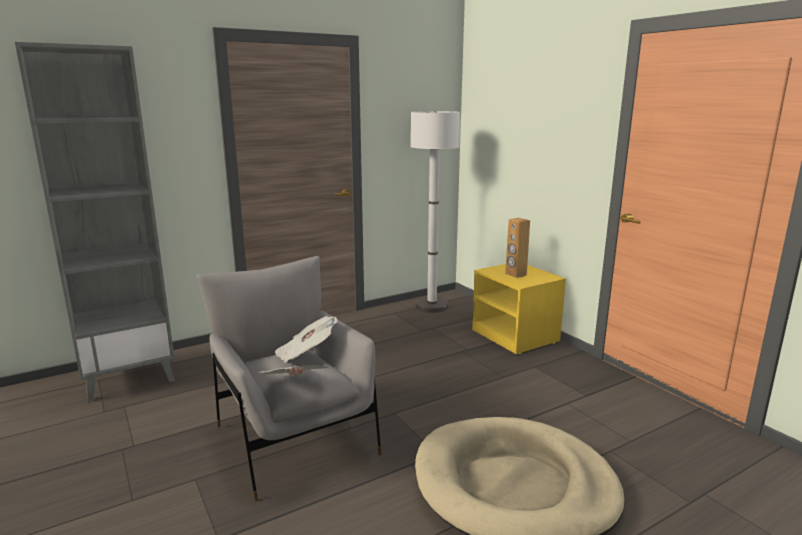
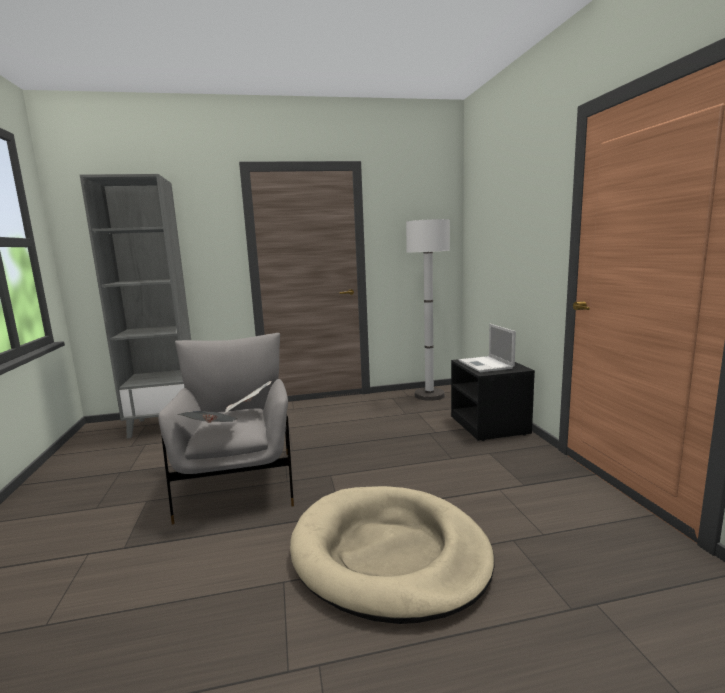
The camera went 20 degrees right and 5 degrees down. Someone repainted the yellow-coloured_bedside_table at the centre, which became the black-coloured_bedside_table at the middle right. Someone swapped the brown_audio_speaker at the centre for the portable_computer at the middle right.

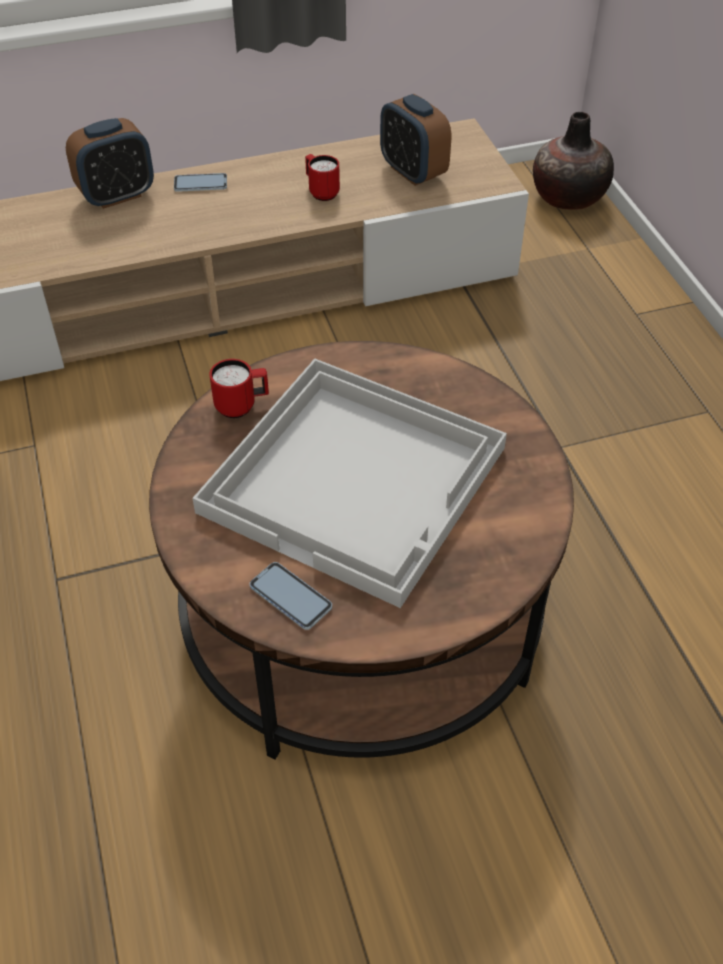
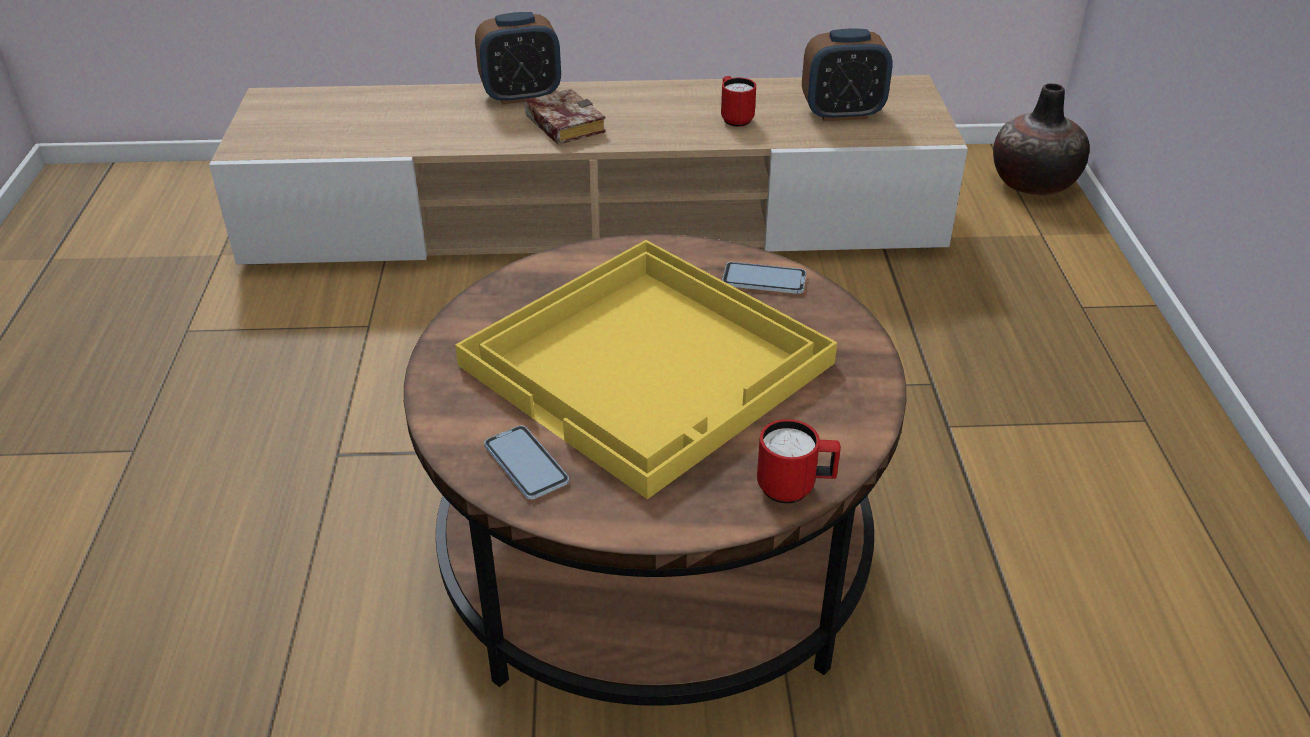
The camera went 15 degrees right and 10 degrees down. Someone carried the telephone (1st from left in the first image) from the top left to the centre. Someone repainted the white-coloured_tray at the centre, which became the yellow-coloured_tray at the centre. Someone carried the red_tea_mug (1st from left in the first image) from the middle left to the centre. Someone rotated the alarm_clock (2nd from left) at the top centre by 75 degrees counterclockwise. Someone put down the bound_book at the top centre.

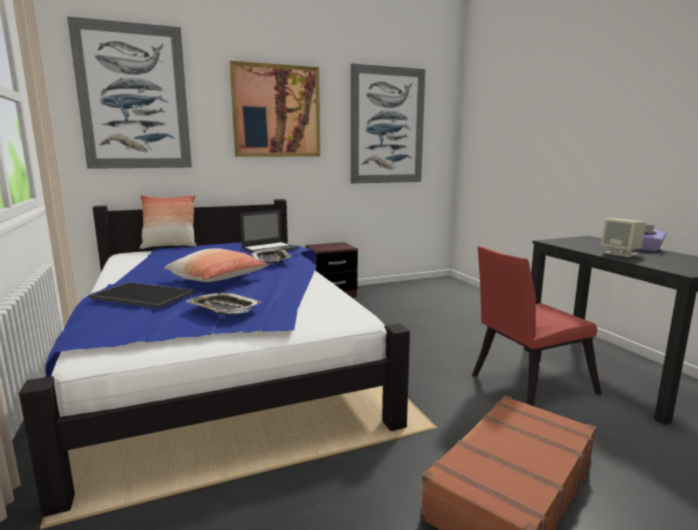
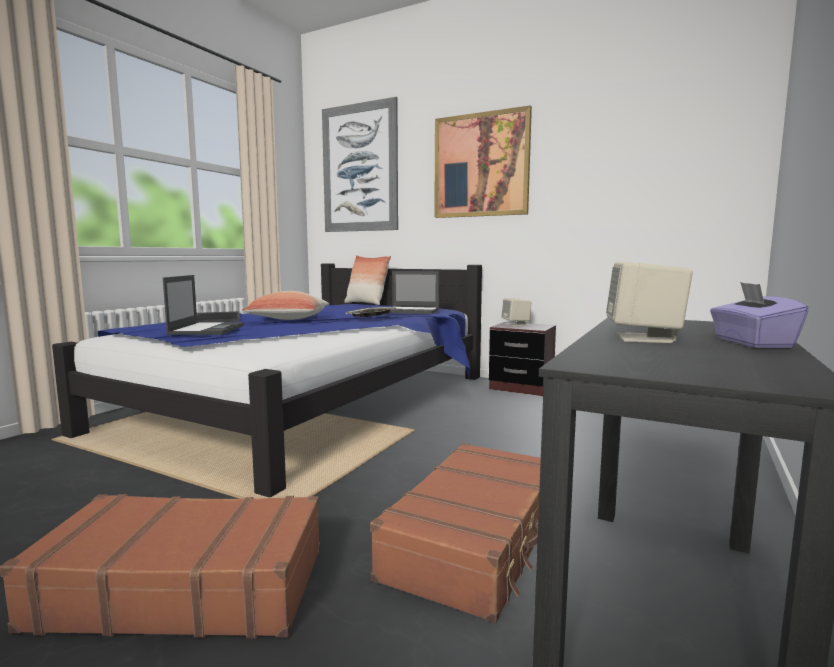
The camera went 50 degrees right and 5 degrees down. Someone swapped the tray (2nd from left) at the middle left for the portable_computer (1st from left) at the middle left. Someone took away the wall_art (3rd from left) at the top centre. Someone swapped the red_upright_chair at the middle right for the brown_travel_case (2nd from left) at the bottom centre. Someone put down the beige-coloured_audio_speaker (1st from left) at the centre.

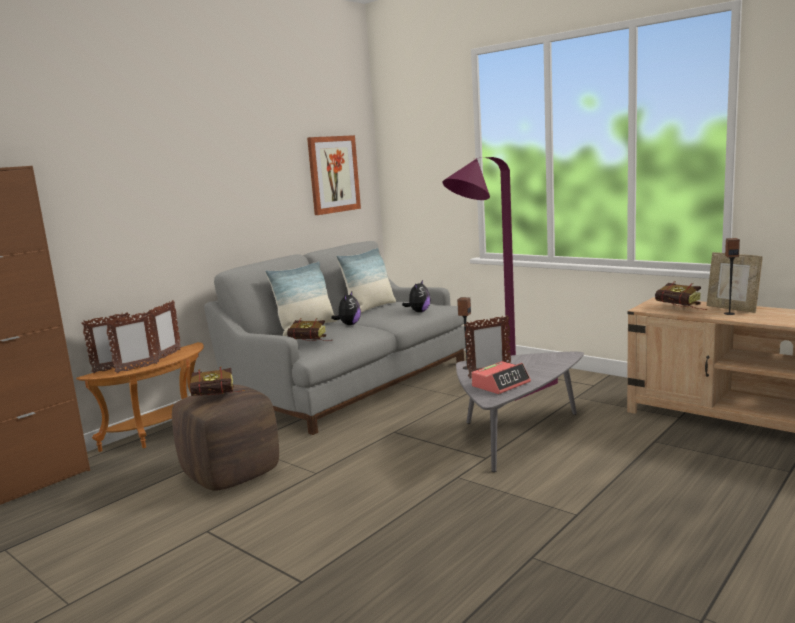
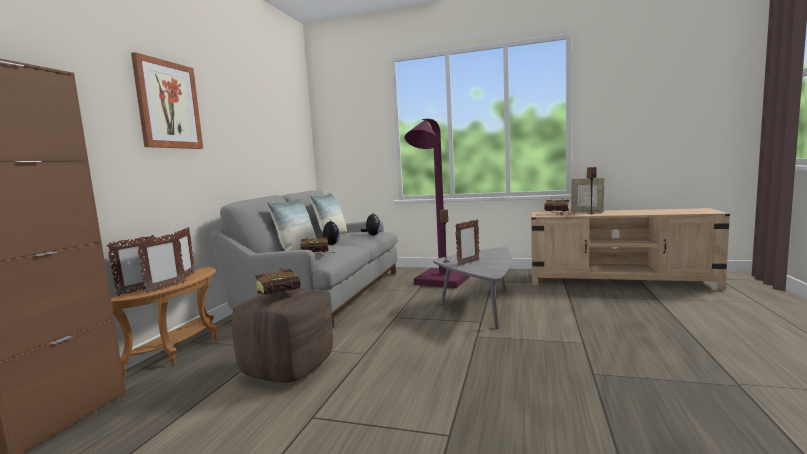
The camera went 25 degrees left and 5 degrees down. Someone carried the wall_art from the top centre to the top left. Someone took away the alarm_clock at the centre.

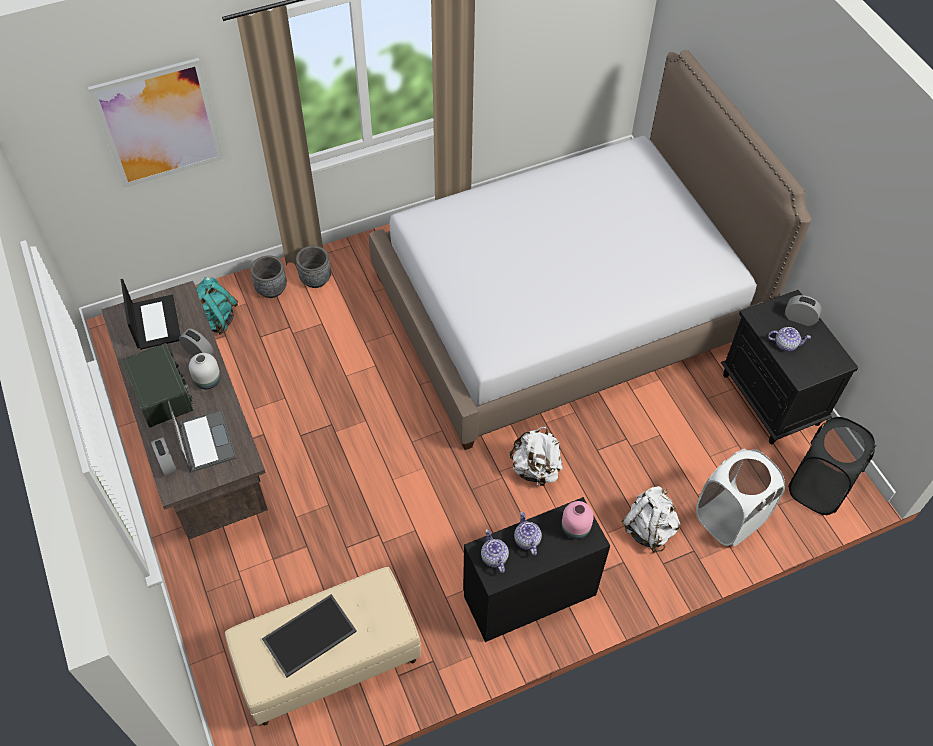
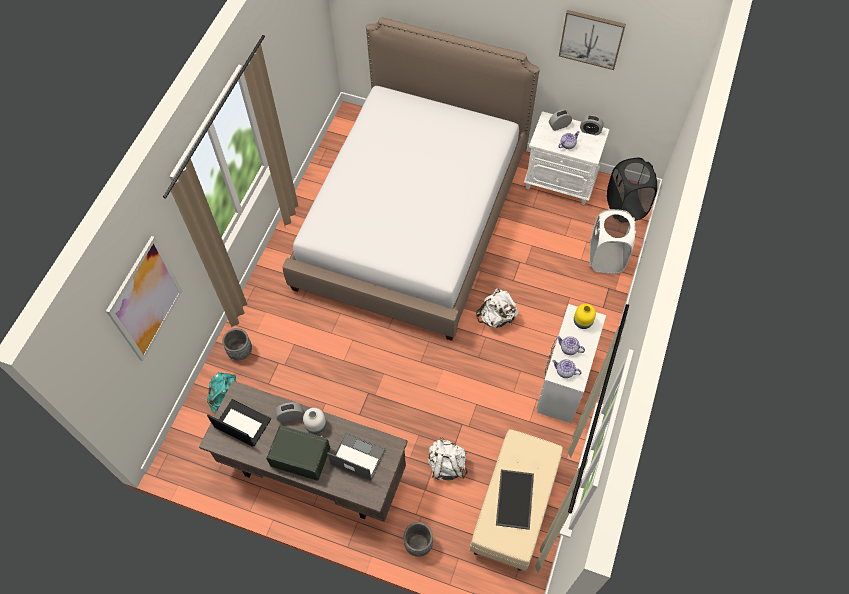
The camera went 45 degrees left and 5 degrees up. Someone carried the alarm_clock (1st from left in the first image) from the middle left to the top right. Someone carried the gray_planter (2nd from left) from the centre to the bottom centre. Someone repainted the black-coloured_drawer_chest at the bottom centre, which became the white-coloured_drawer_chest at the middle right. Someone repainted the pinkish_decorative_vase at the bottom centre, which became the yellow-coloured_decorative_vase at the middle right. Someone carried the white-coloured_rucksack (2nd from left in the first image) from the bottom right to the bottom centre. Someone repainted the black-coloured_bedside_table at the middle right, which became the white-coloured_bedside_table at the top right. Someone put up the wall_art (2nd from left) at the top right.

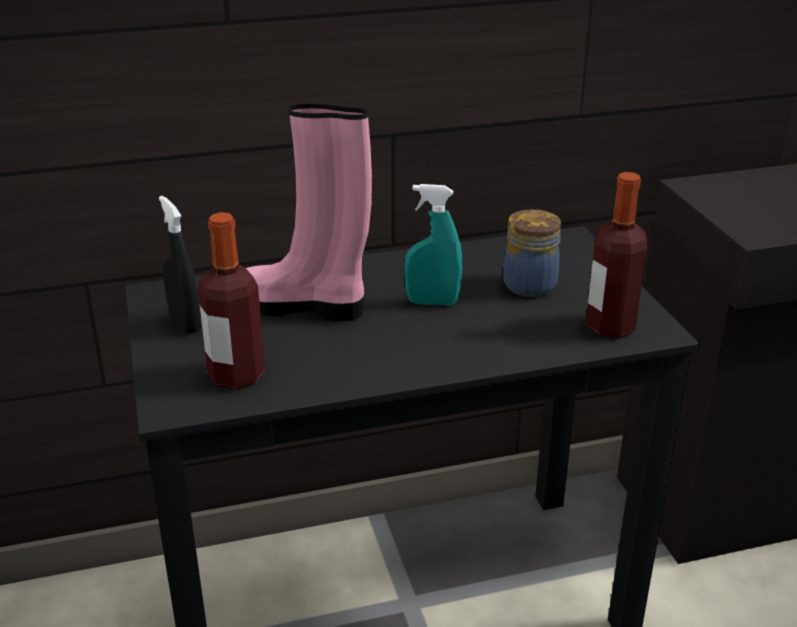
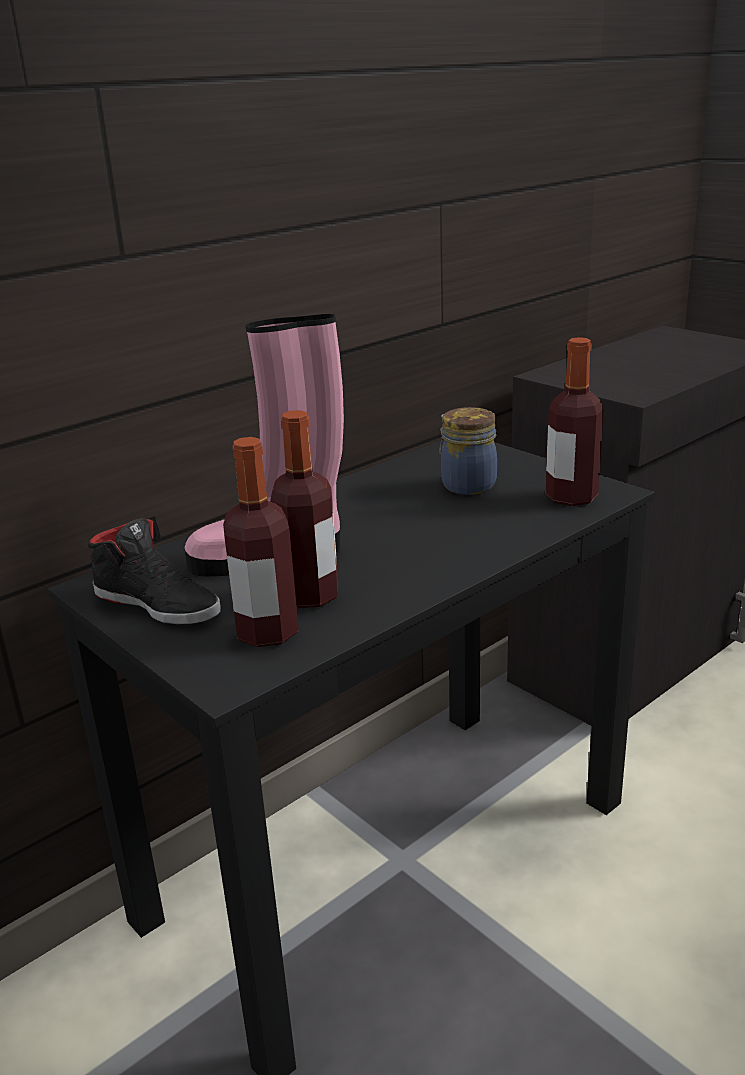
The camera went 25 degrees left and 5 degrees down. Someone swapped the black-coloured_spray_bottle at the middle left for the black-coloured_low_shoe at the middle left. Someone took away the turquoise_spray_bottle at the centre. Someone put down the drink_bottle (2nd from left) at the centre.

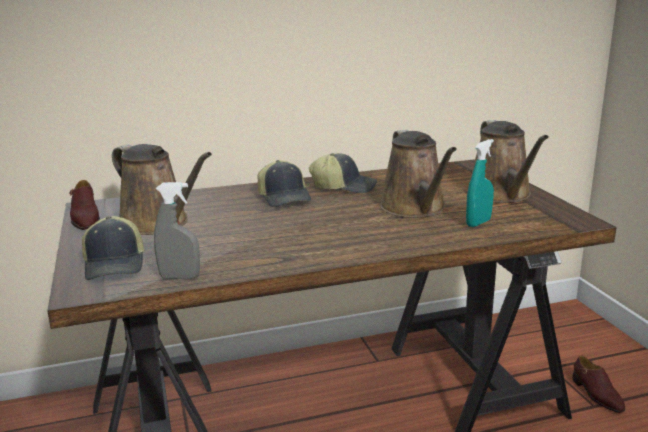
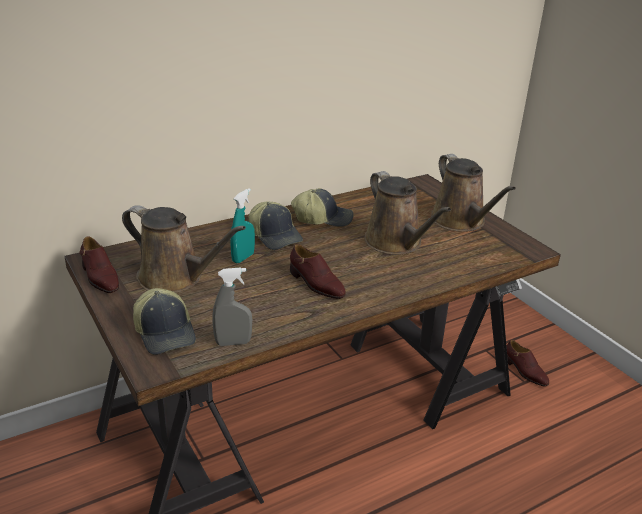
The camera went 15 degrees left and 10 degrees up. Someone carried the turquoise_spray_bottle from the middle right to the centre. Someone put down the brown_low_shoe (2nd from left) at the centre.

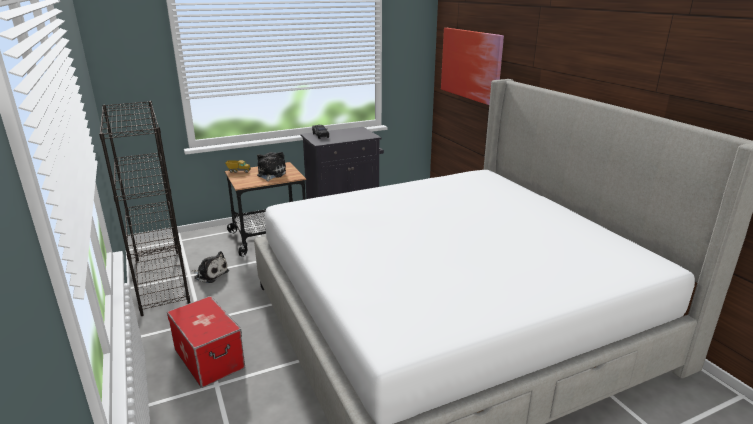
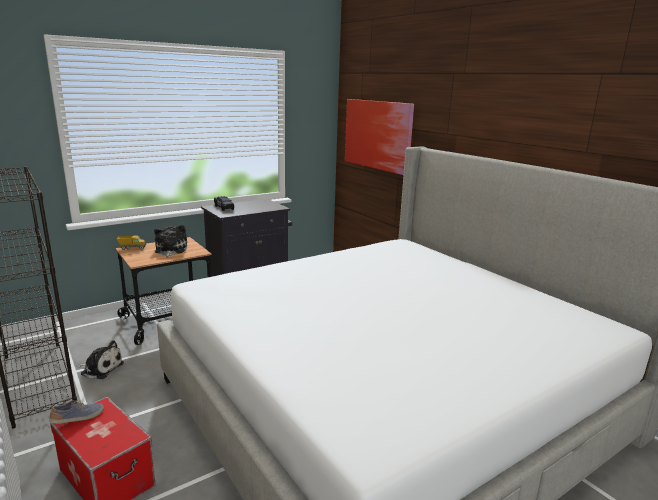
The camera went 10 degrees left and 5 degrees down. Someone put down the low_shoe at the bottom left.

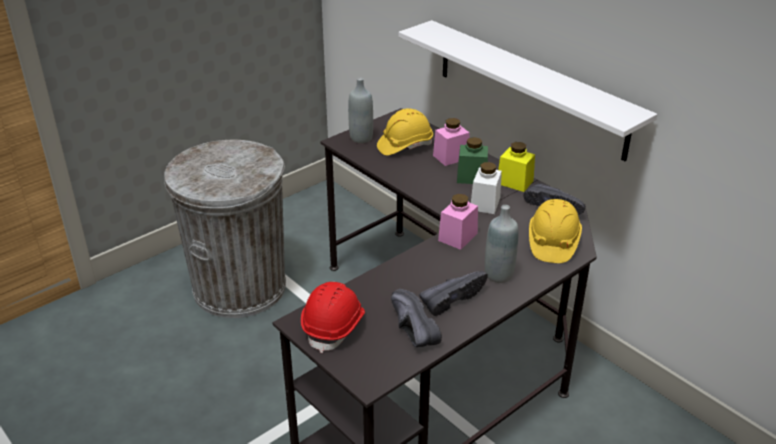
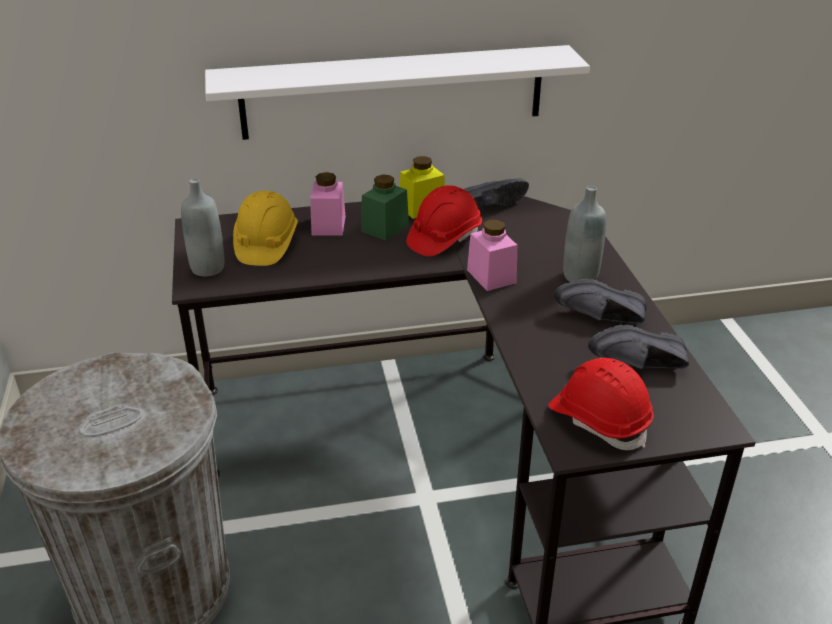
The camera went 60 degrees left and 0 degrees up. Someone rotated the black-coloured_low_shoe (2nd from left) at the centre by 75 degrees counterclockwise. Someone swapped the white-coloured_storage_jar at the centre for the red_work_helmet (1st from left) at the centre. Someone took away the yellow-coloured_work_helmet (2nd from left) at the middle right.

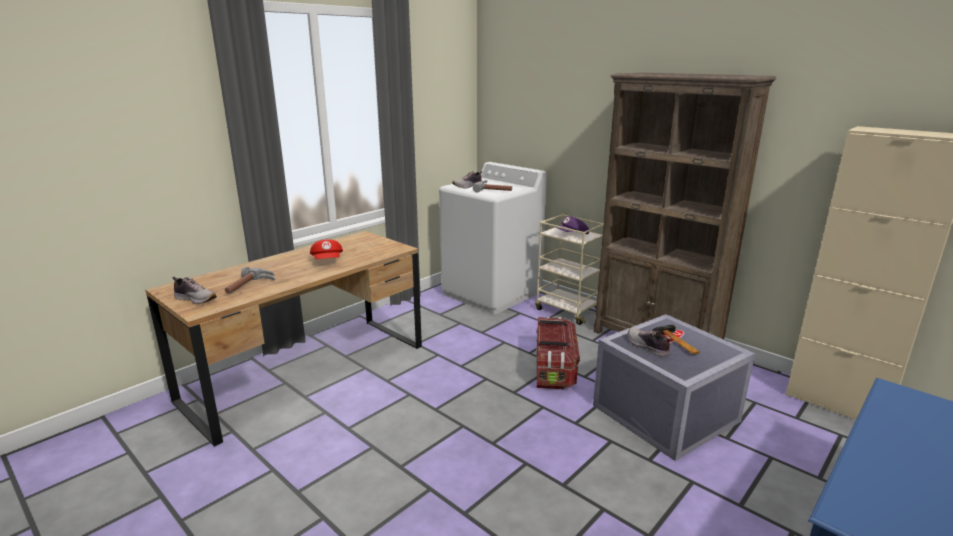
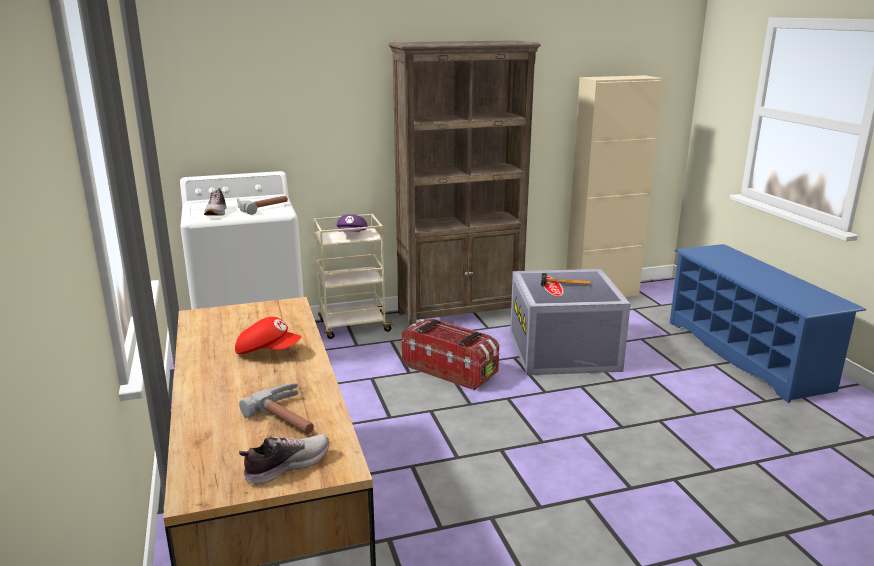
The camera went 60 degrees left and 0 degrees up. Someone took away the low_shoe (3rd from left) at the middle right.

